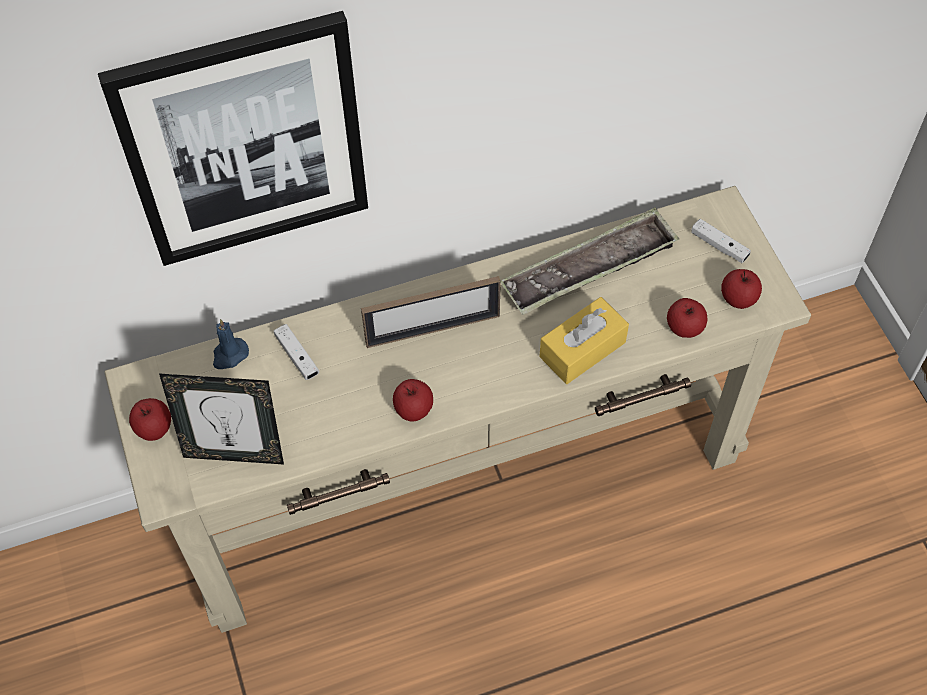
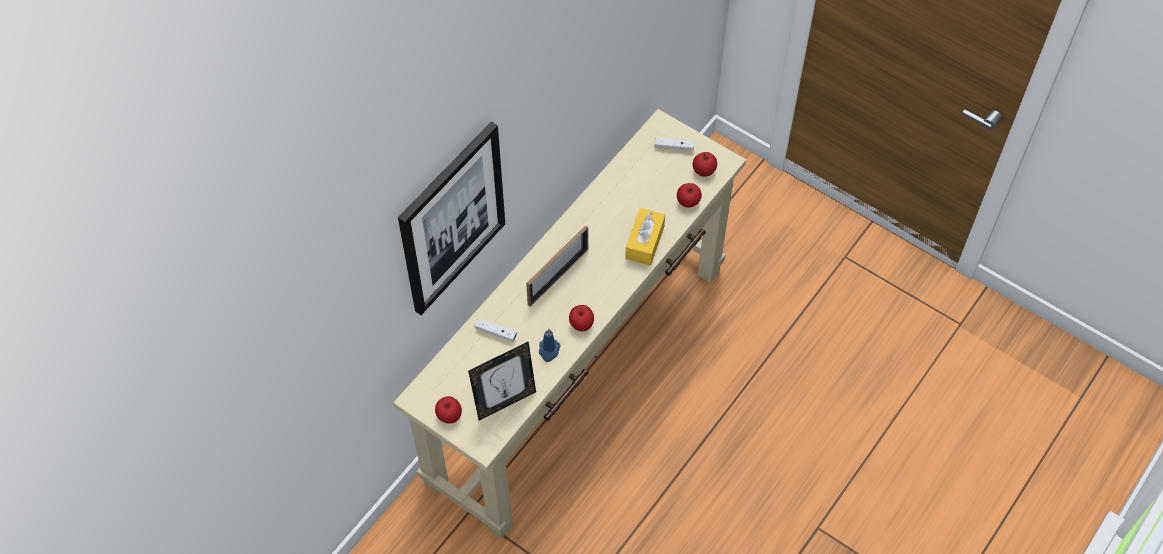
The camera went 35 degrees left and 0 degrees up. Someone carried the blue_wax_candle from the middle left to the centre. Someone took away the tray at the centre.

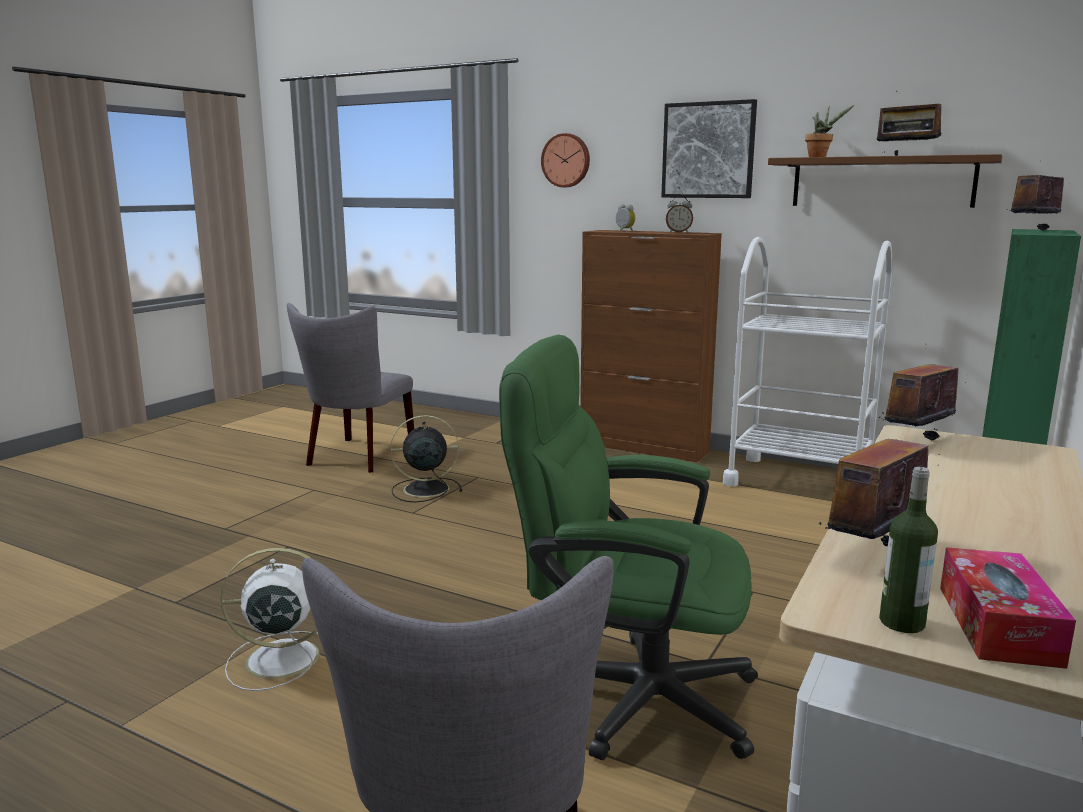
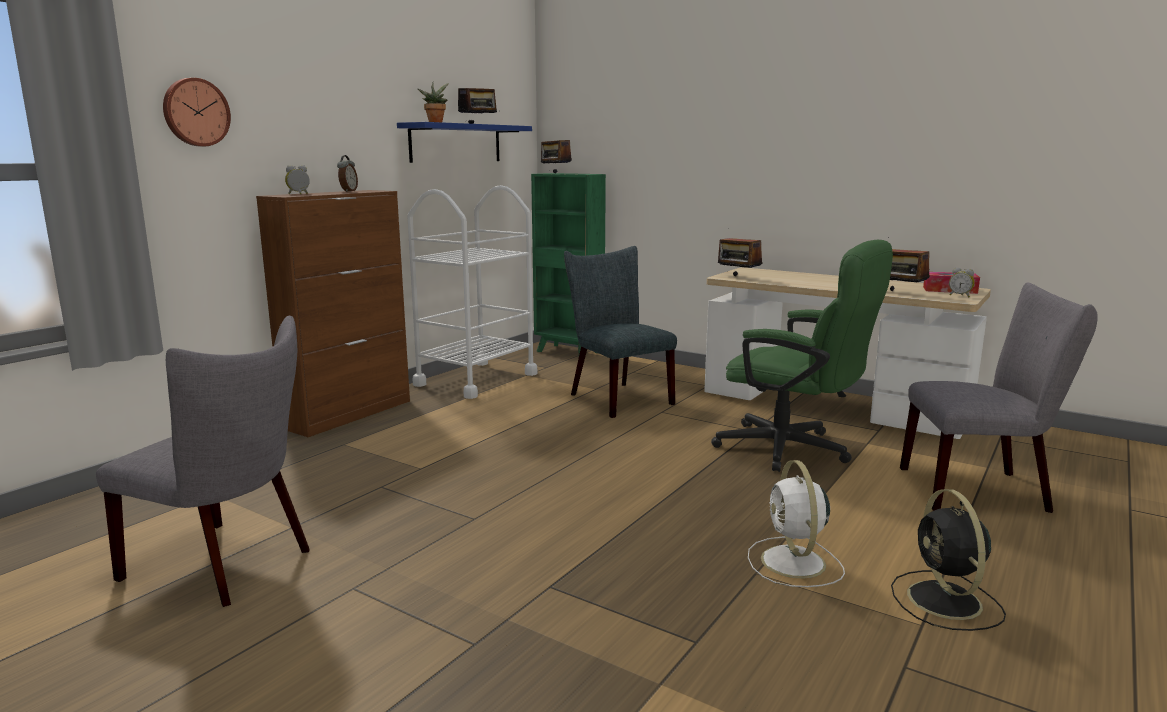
The camera went 85 degrees left and 0 degrees up. Someone carried the black-coloured_fan from the centre to the bottom right. Someone rotated the green_desk_chair at the bottom centre by 75 degrees counterclockwise. Someone took away the wall_art at the top centre. Someone repainted the brown_wall_shelf at the top right, which became the blue_wall_shelf at the top centre. Someone swapped the drink_bottle at the bottom right for the alarm_clock (3rd from left) at the middle right. Someone put down the gray_upright_chair (2nd from left) at the centre.

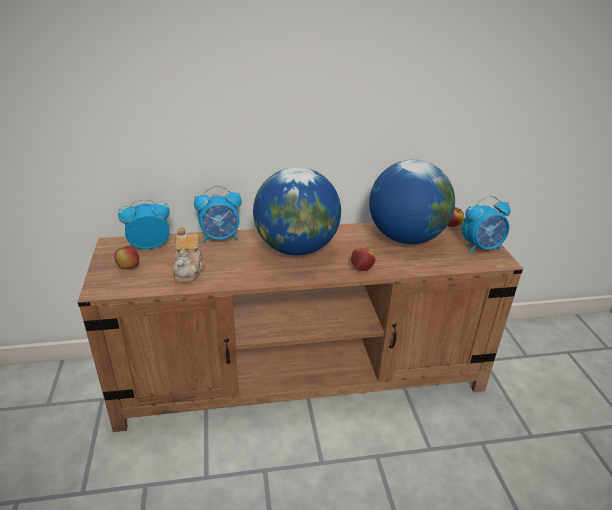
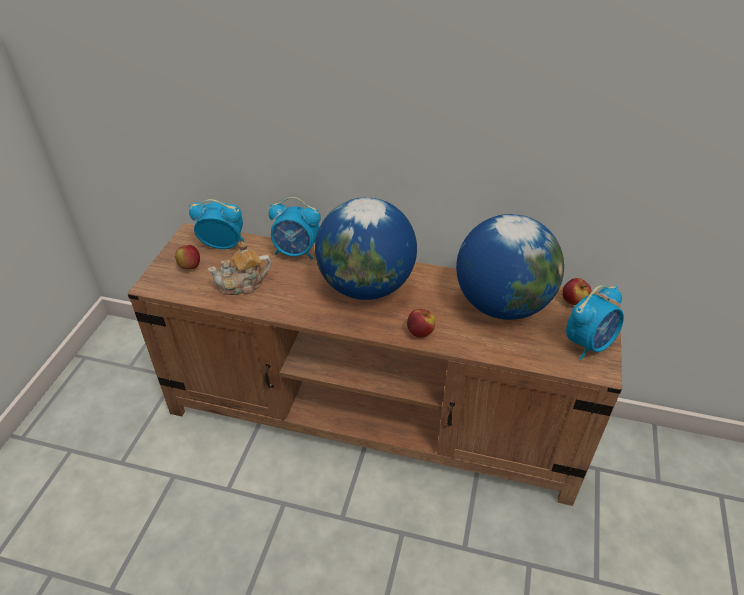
The camera went 25 degrees right and 10 degrees up. Someone rotated the tea_pot at the middle left by 45 degrees clockwise. Someone rotated the alarm_clock (3rd from left) at the middle right by 45 degrees counterclockwise.

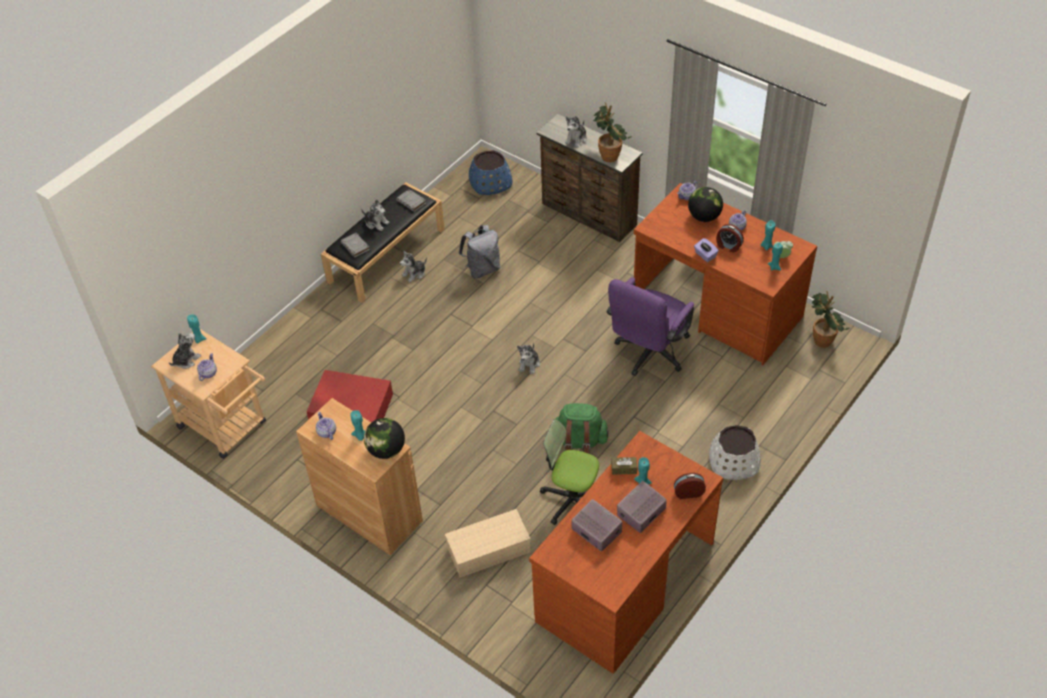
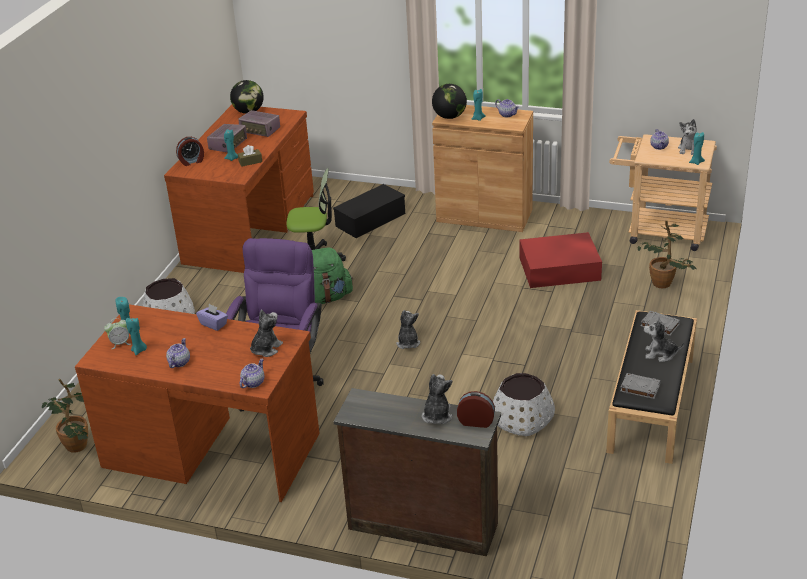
The camera went 160 degrees right and 15 degrees down. Someone carried the plush_toy (3rd from left in the first image) from the centre to the middle left. Someone repainted the beige-coloured_storage_container at the bottom centre, which became the black-coloured_storage_container at the centre. Someone swapped the gray_rucksack at the centre for the white-coloured_planter (2nd from left) at the bottom centre. Someone took away the blue_planter at the top centre. Someone carried the houseplant (1st from left in the first image) from the top centre to the middle right. Someone carried the world_globe (2nd from left in the first image) from the top right to the top left. Someone carried the alarm_clock (2nd from left in the first image) from the middle right to the bottom centre.

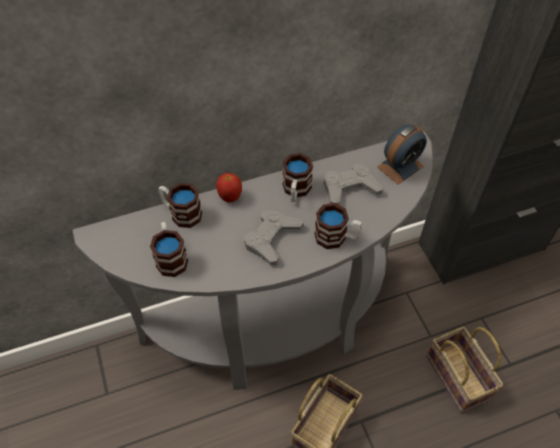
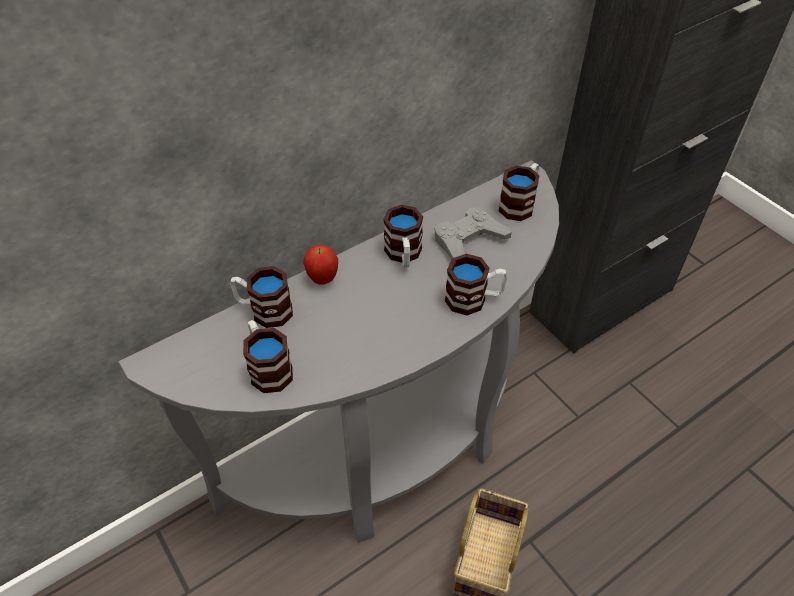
The camera went 15 degrees left and 5 degrees down. Someone took away the gray_game_controller (1st from left) at the centre. Someone swapped the alarm_clock at the middle right for the tea_mug (5th from left) at the top centre. Someone took away the basket (2nd from left) at the bottom right.

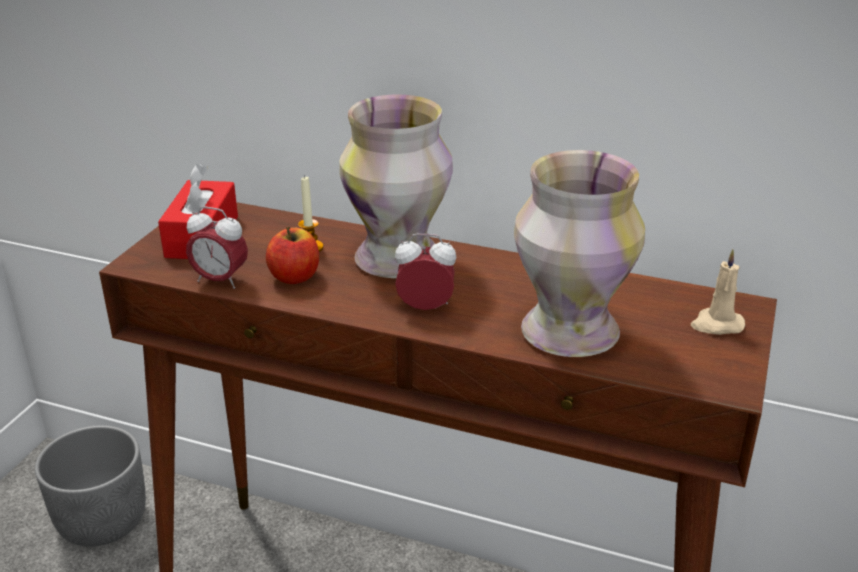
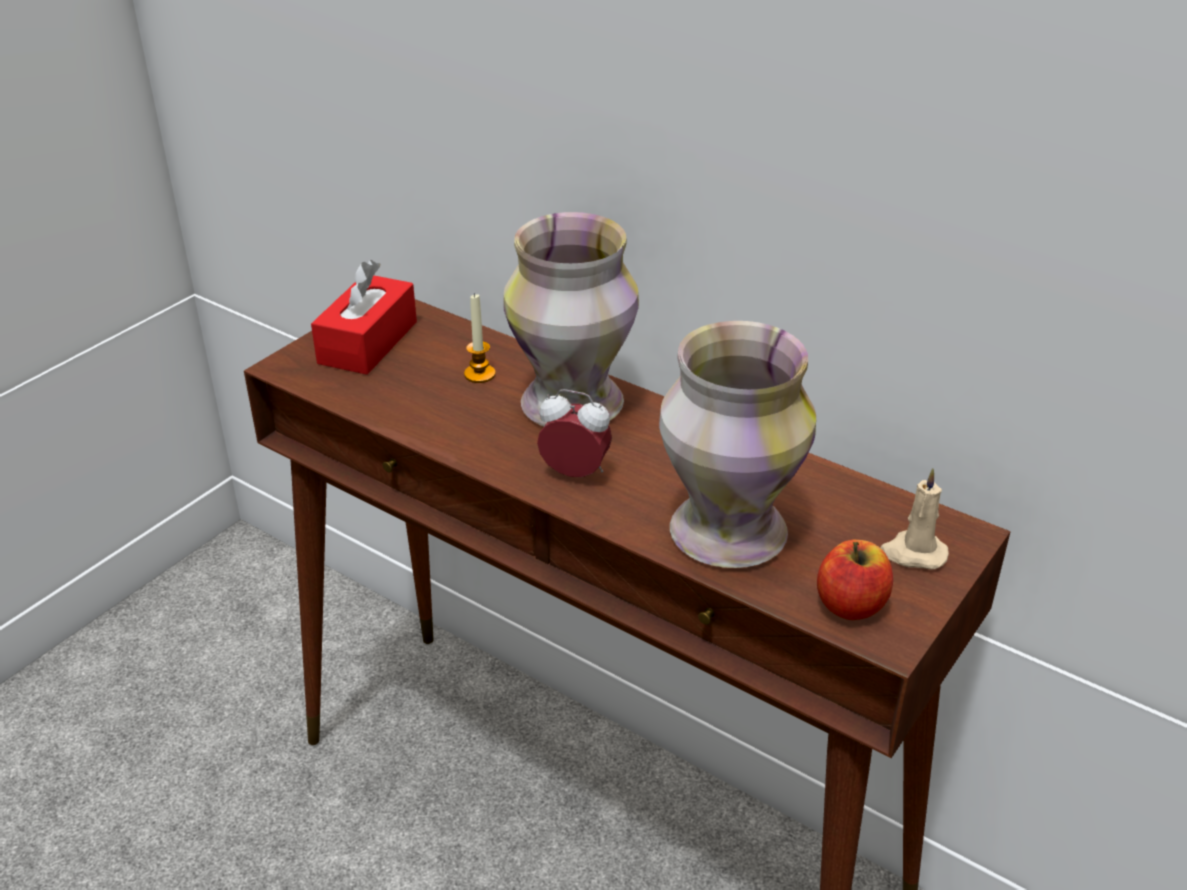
The camera went 15 degrees right and 5 degrees up. Someone took away the gray_planter at the bottom left. Someone took away the alarm_clock (1st from left) at the middle left. Someone carried the apple from the centre to the middle right.

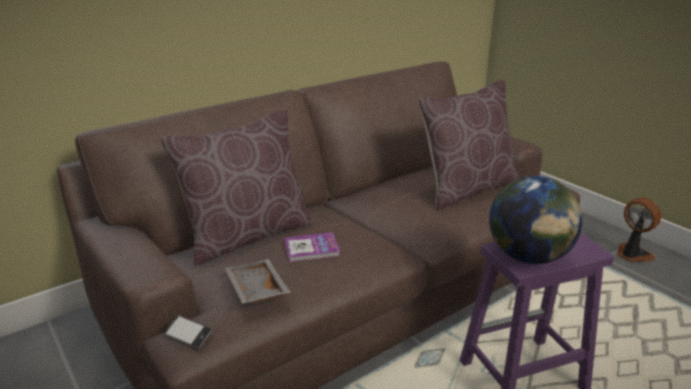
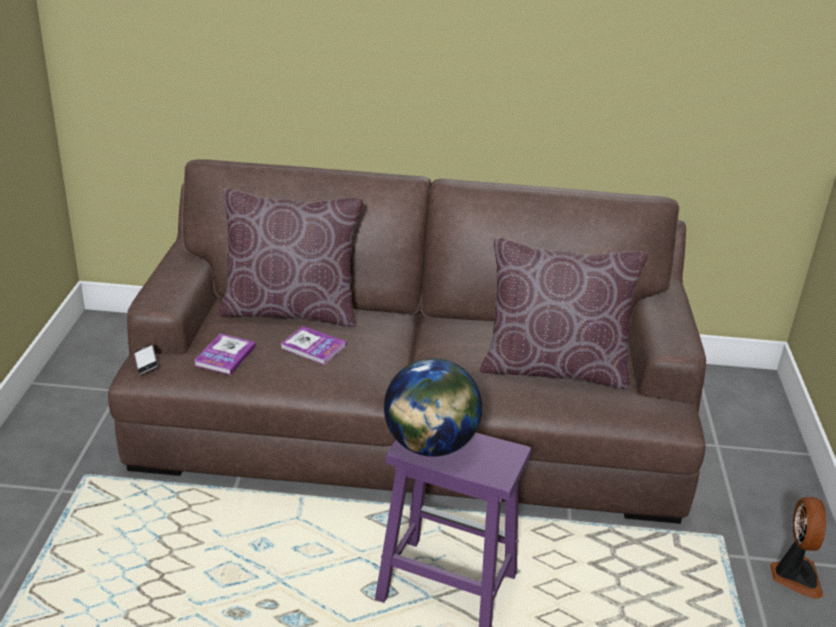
The camera went 40 degrees right and 5 degrees up. Someone swapped the gray_tray at the bottom centre for the bound_book (1st from left) at the middle left.

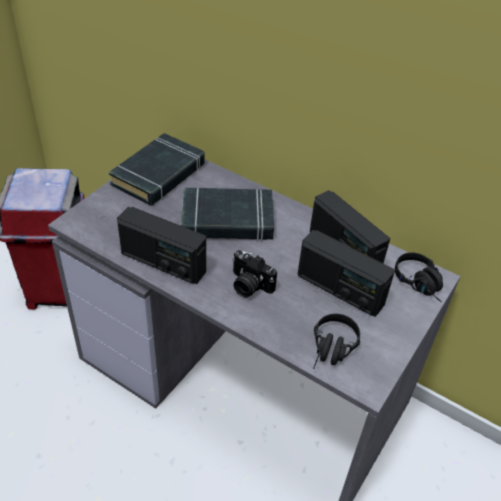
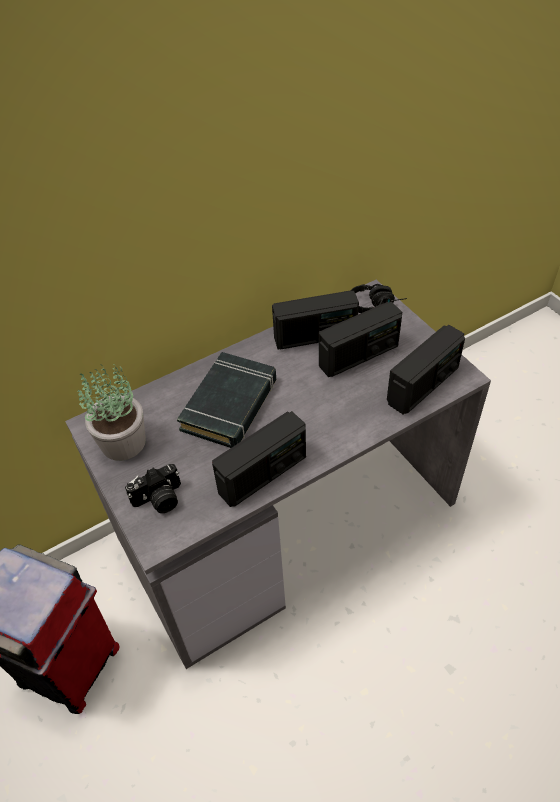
The camera went 60 degrees left and 5 degrees up. Someone swapped the black-coloured_bound_book (1st from left) at the middle left for the houseplant at the middle left. Someone carried the still_camera from the centre to the middle left. Someone swapped the black-coloured_headset (1st from left) at the bottom right for the radio_receiver (4th from left) at the middle right.

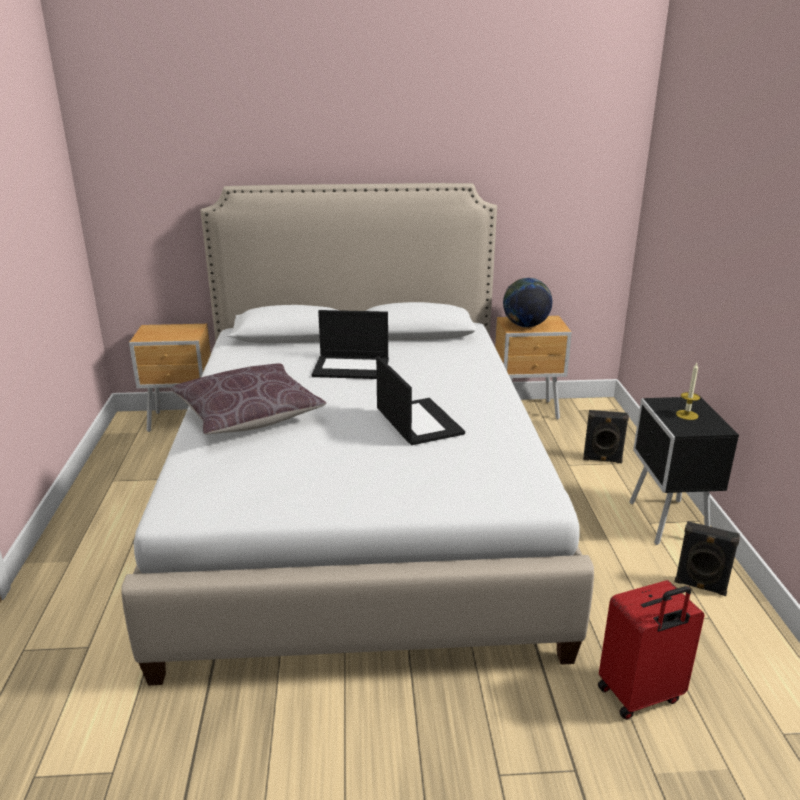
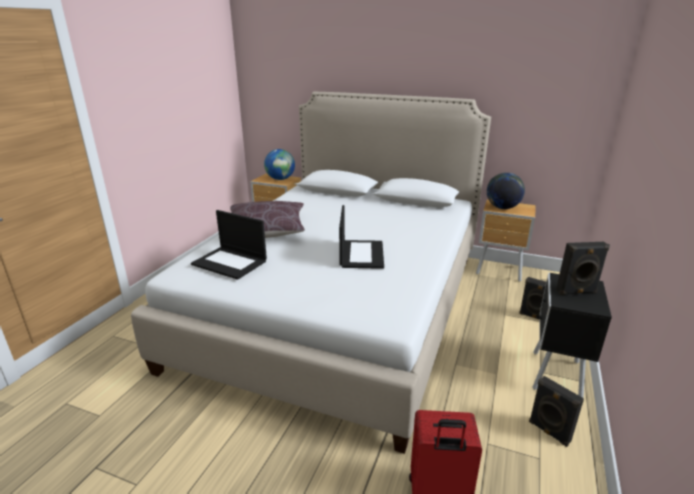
The camera went 25 degrees right and 0 degrees up. Someone carried the portable_computer (1st from left) from the centre to the middle left. Someone swapped the wax_candle at the middle right for the black-coloured_audio_speaker (3rd from left) at the middle right. Someone put down the world_globe (1st from left) at the top centre.

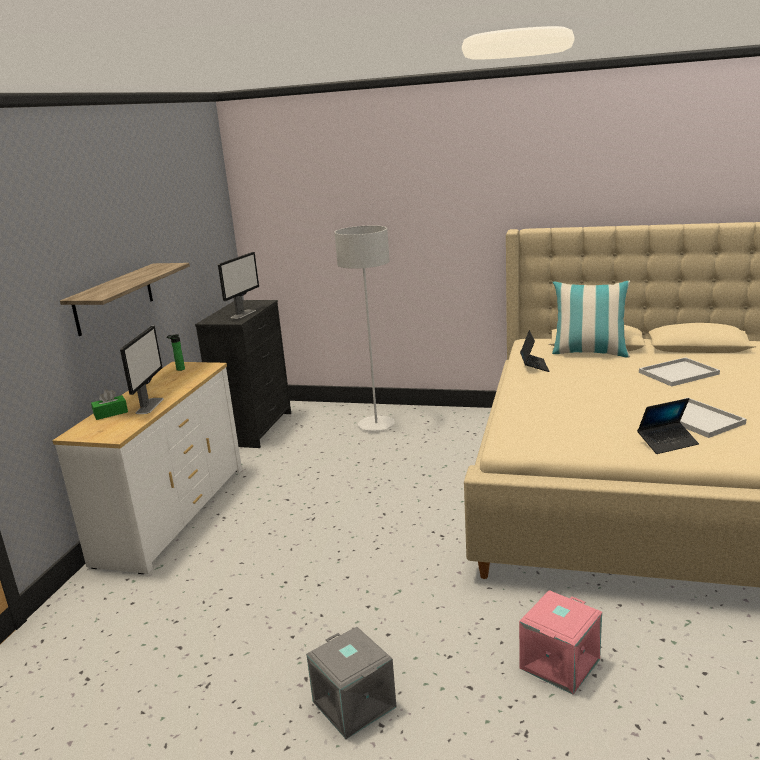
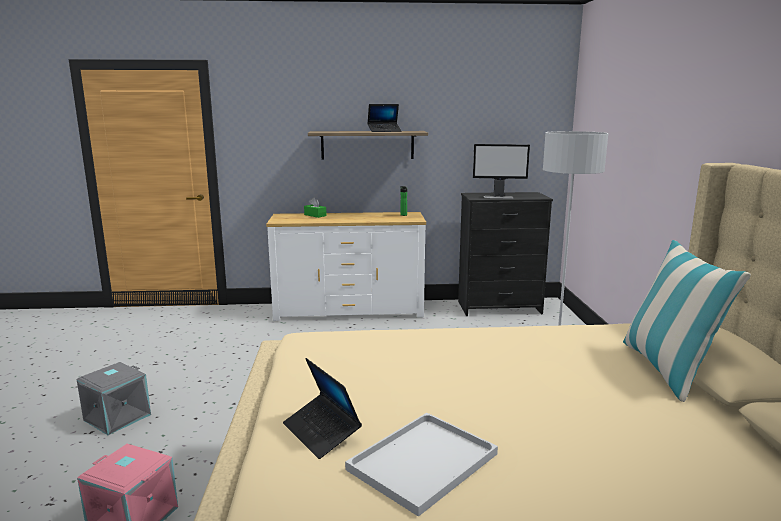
The camera went 70 degrees right and 5 degrees down. Someone took away the computer_screen (1st from left) at the middle left. Someone carried the portable_computer (1st from left in the first image) from the middle right to the top centre. Someone took away the white-coloured_tray (1st from left) at the middle right.

